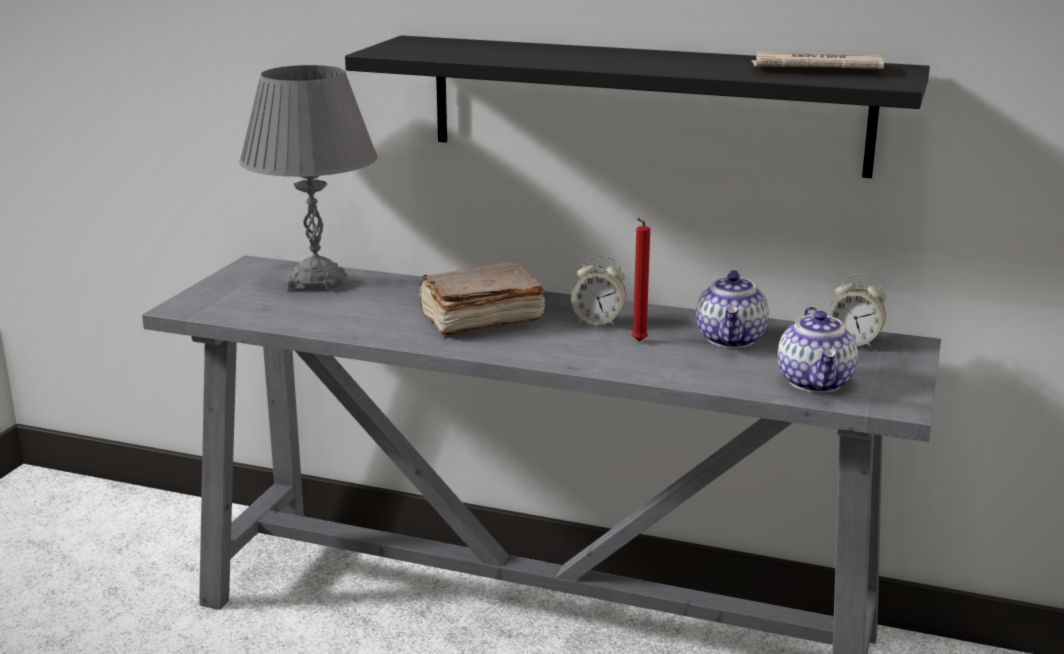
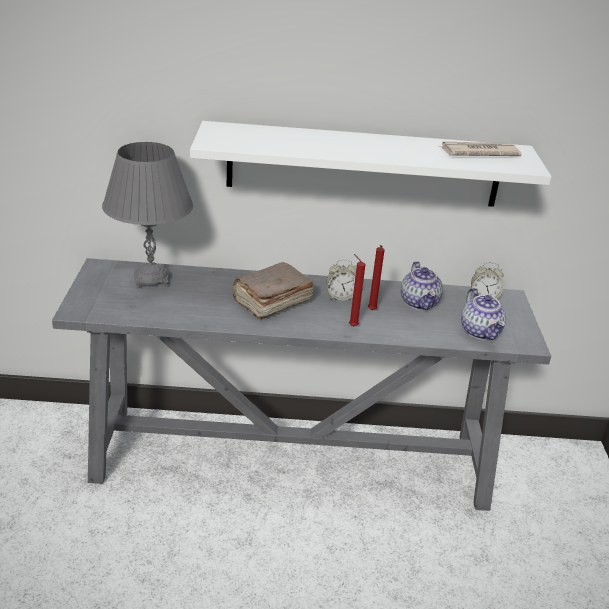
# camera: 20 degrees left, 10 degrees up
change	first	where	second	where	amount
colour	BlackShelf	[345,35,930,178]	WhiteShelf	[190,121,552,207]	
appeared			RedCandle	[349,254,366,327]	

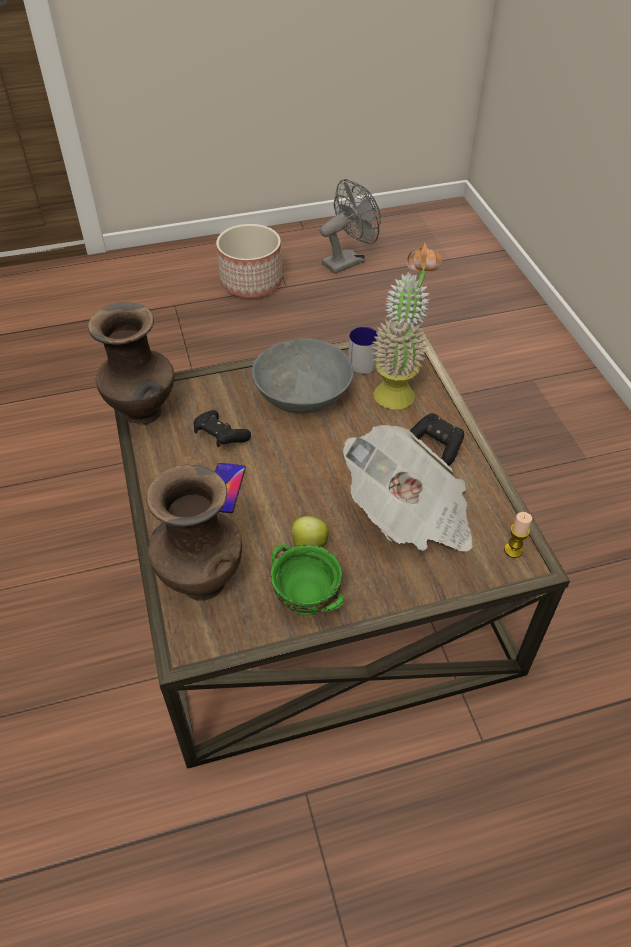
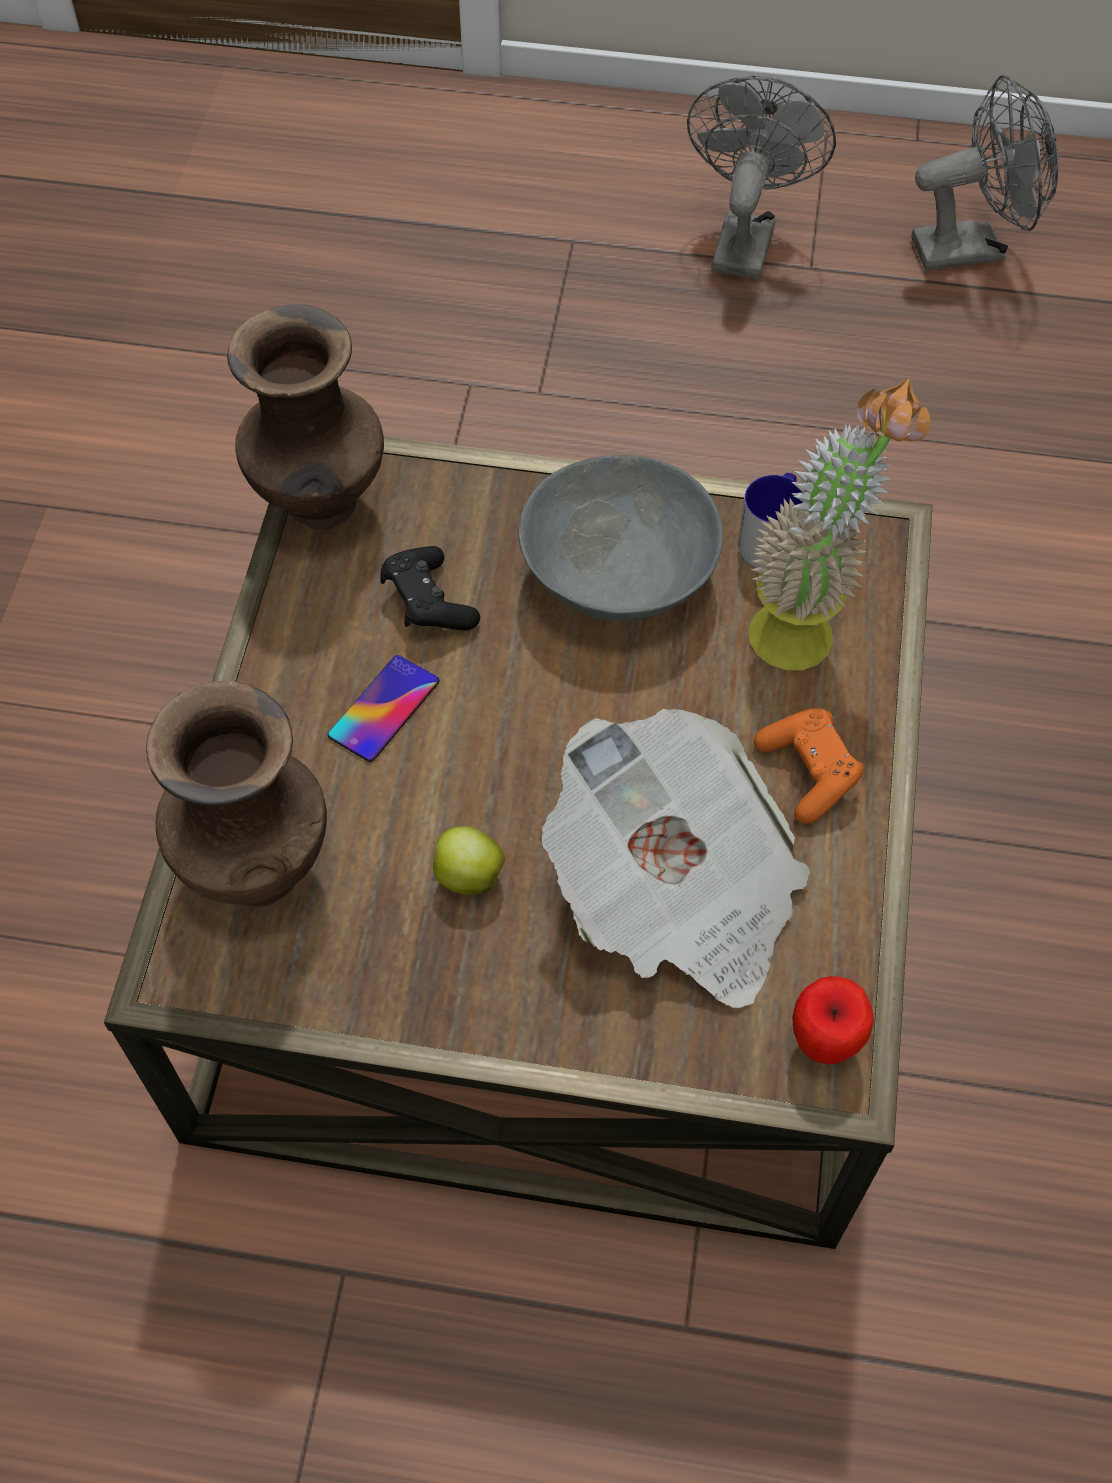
# camera: 25 degrees right, 10 degrees up
change	first	where	second	where	amount
exchanged	Planter	[216,224,282,298]	GreyFan	[687,76,836,279]	
colour	BlackGameController	[410,413,464,466]	OrangeGameController	[754,708,863,824]	
exchanged	Candle	[504,512,532,558]	Apple	[792,976,874,1064]	
missing	GreenBowl	[271,544,344,615]			

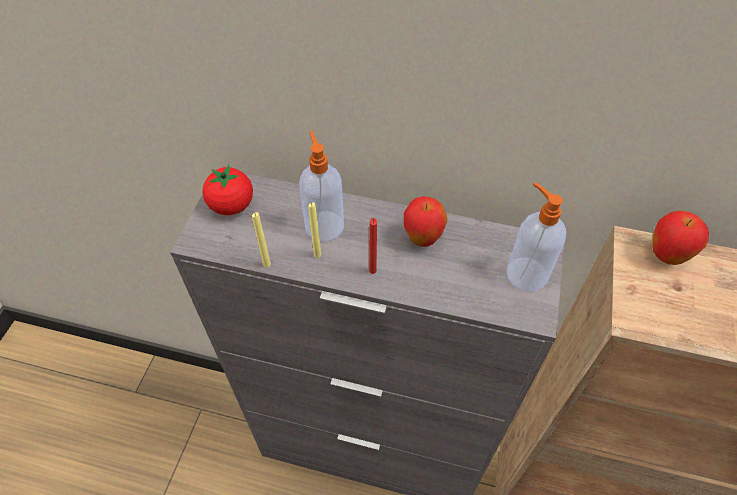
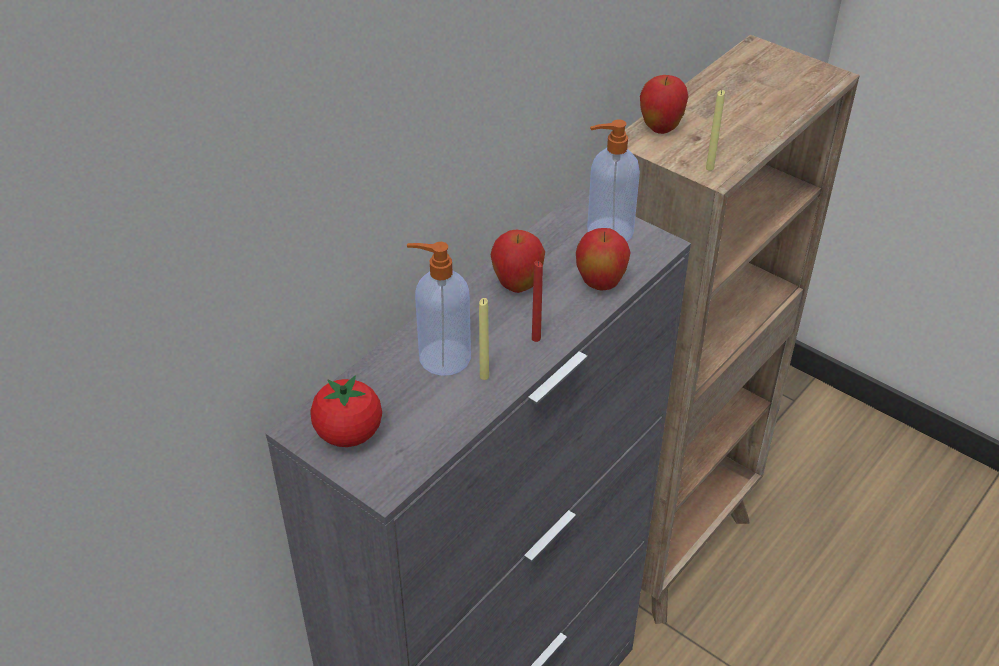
# camera: 65 degrees left, 10 degrees down
change	first	where	second	where	amount
appeared			Apple	[576,228,631,291]	
relocated	YellowCandle	[252,212,271,267]		[706,90,725,171]	

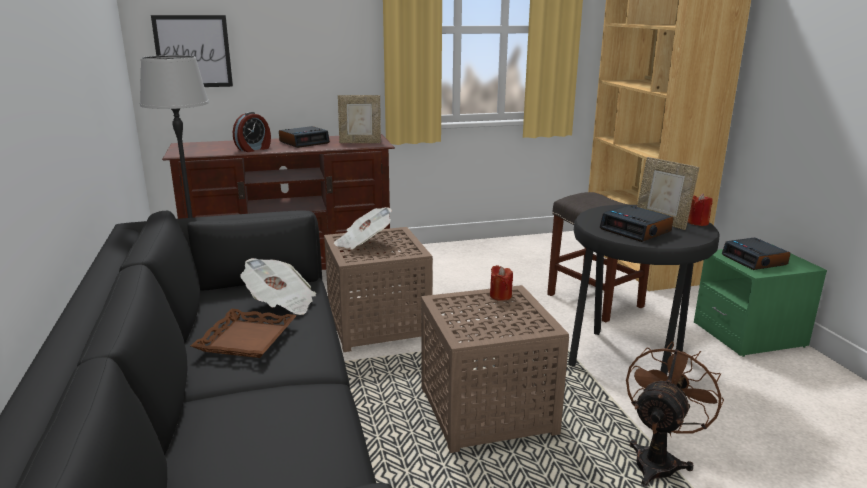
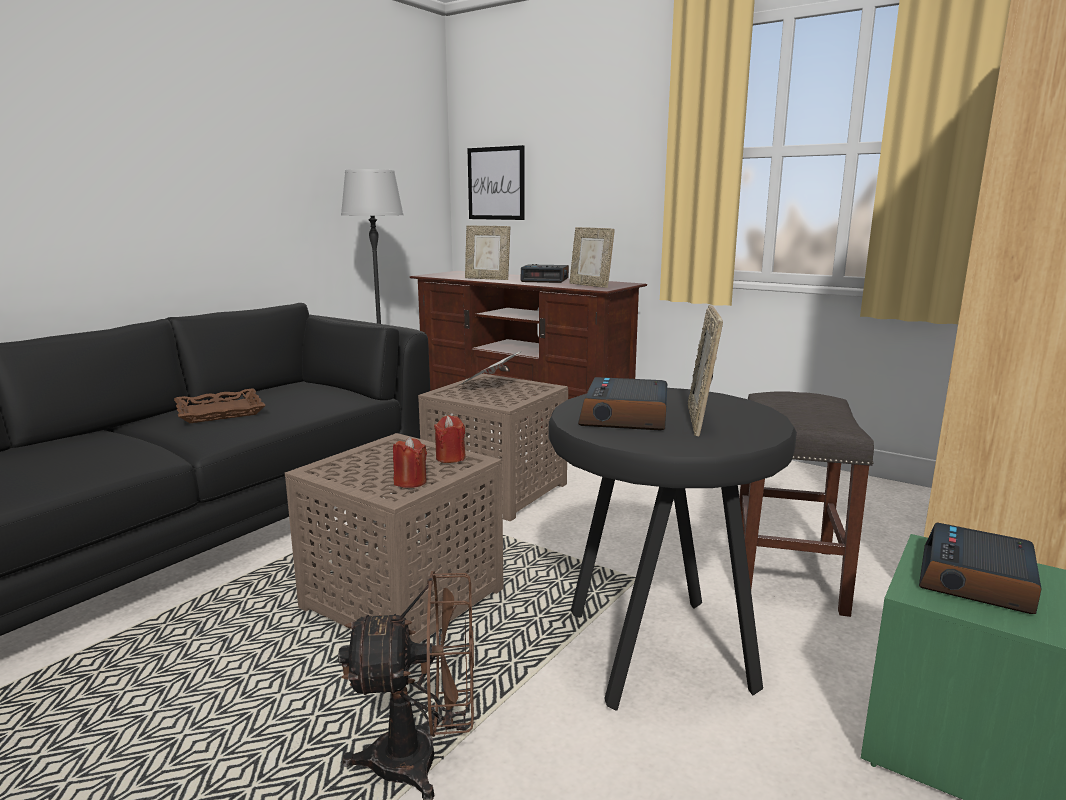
# camera: 50 degrees right, 5 degrees down
change	first	where	second	where	amount
relocated	RedCandle	[687,193,713,226]		[393,437,427,488]	
exchanged	AlarmClock	[233,112,271,152]	PictureFrame	[465,225,510,280]	
missing	Newspaper	[240,258,316,315]			

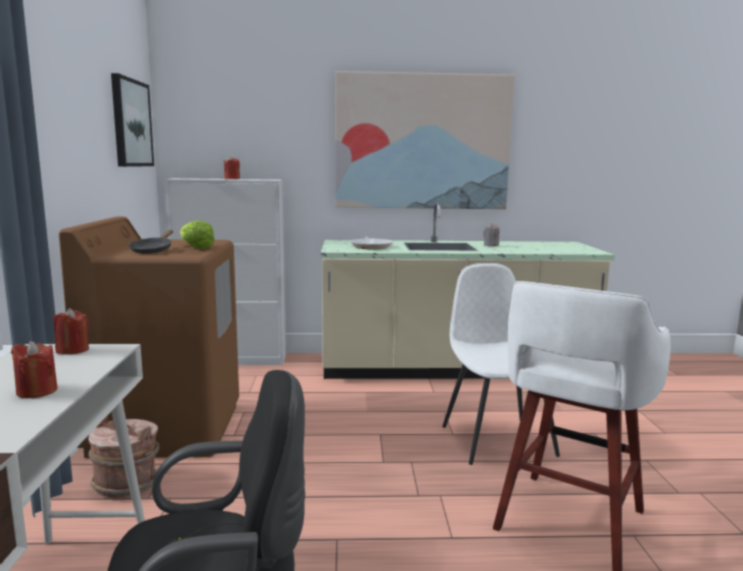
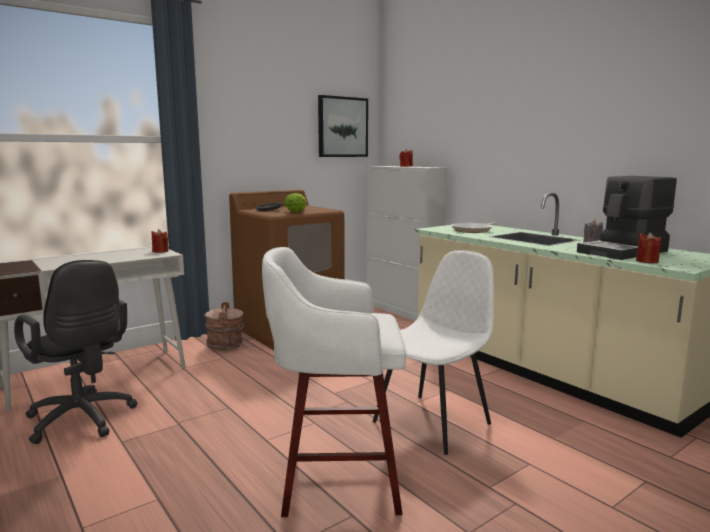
# camera: 55 degrees right, 0 degrees up
change	first	where	second	where	amount
appeared			CoffeeMachine	[577,176,677,260]	
relocated	RedCandle	[11,341,58,398]		[636,232,661,263]	
missing	Picture	[335,71,514,209]			

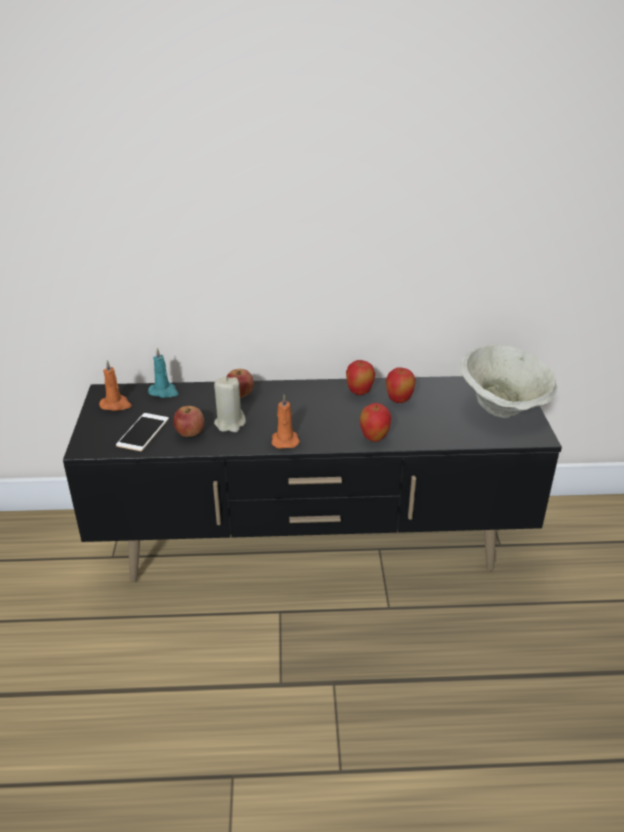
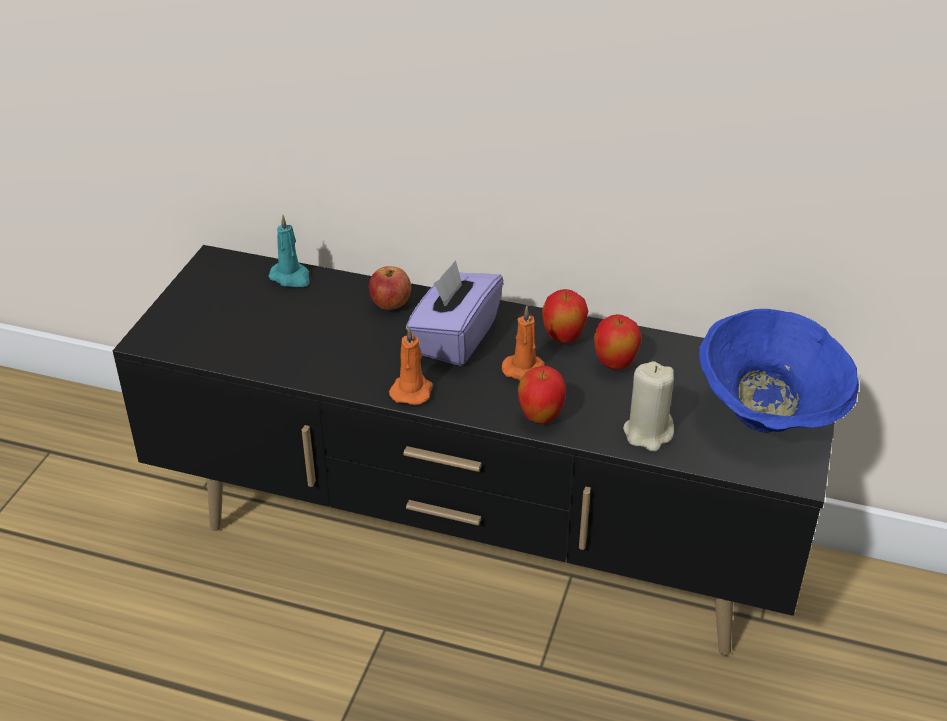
# camera: 20 degrees right, 5 degrees up
change	first	where	second	where	amount
appeared			PurpleTissueBox	[406,260,503,366]	
relocated	OrangeCandle	[99,360,132,411]		[502,306,545,380]	
relocated	BeigeCandle	[214,376,246,432]		[623,361,674,452]	
colour	BeigeBowl	[461,345,557,418]	BlueBowl	[699,309,859,433]	
missing	Phone	[116,413,169,451]			
missing	Apple	[173,406,204,437]			

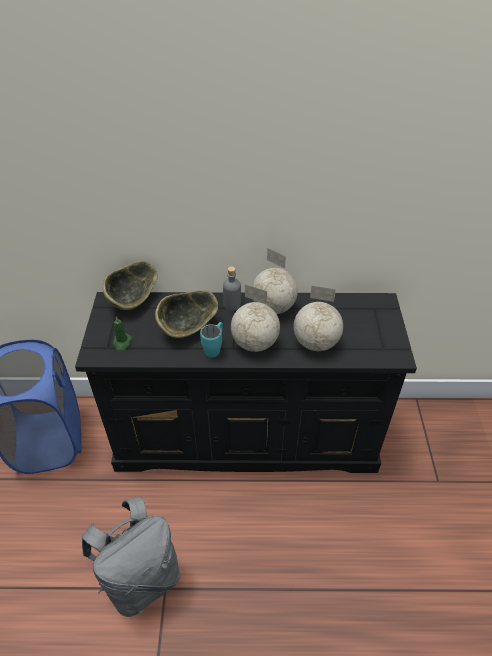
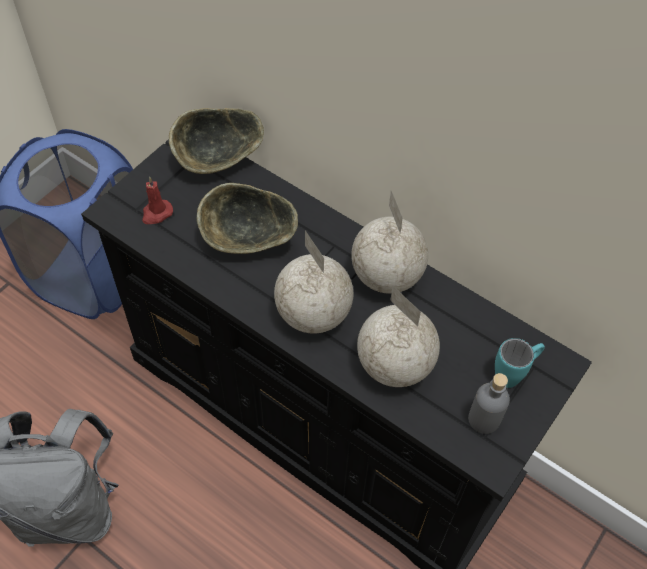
# camera: 35 degrees right, 10 degrees up
change	first	where	second	where	amount
colour	GreenCandle	[113,316,132,351]	RedCandle	[142,177,173,224]	
relocated	GreyBottle	[223,266,241,311]		[468,373,510,434]	
relocated	TurquoiseMug	[200,322,223,358]		[495,338,545,388]	

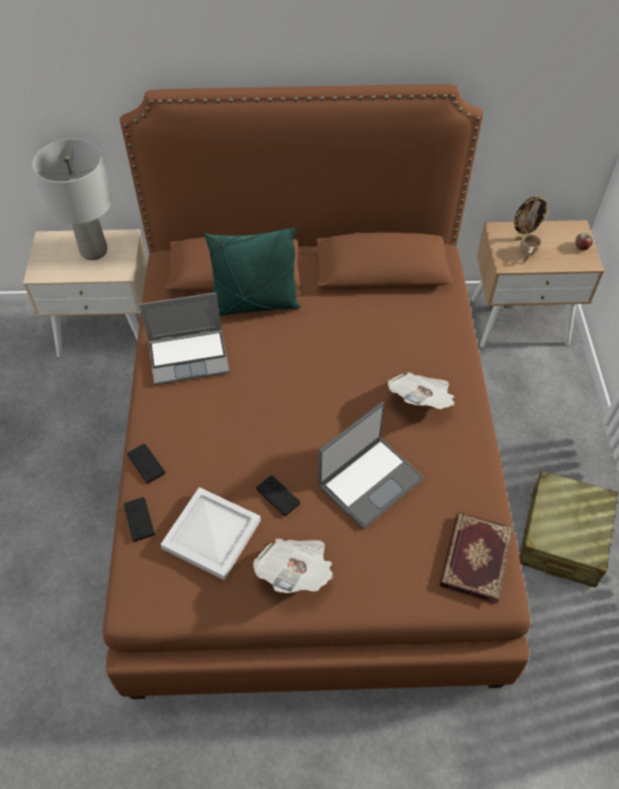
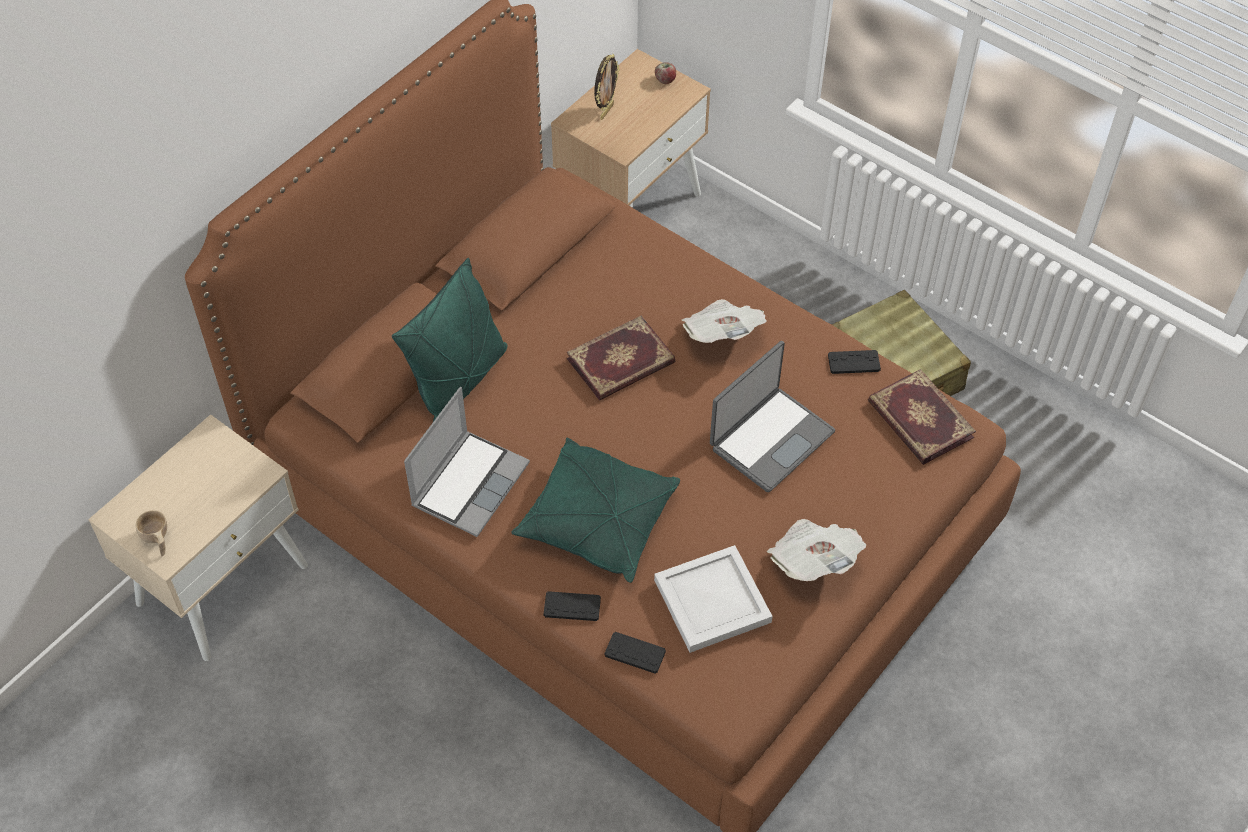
# camera: 50 degrees left, 0 degrees up
change	first	where	second	where	amount
relocated	BeigeCup	[520,234,541,263]		[136,510,167,557]	
appeared			GreenPillow	[512,438,680,583]	
appeared			Book	[567,316,675,400]	
spun	Laptop	[318,402,424,529]		[710,341,835,492]	45 degrees clockwise
relocated	BlackGameController	[256,475,300,516]		[828,350,881,374]	
missing	GreyTableLamp	[32,139,112,260]			

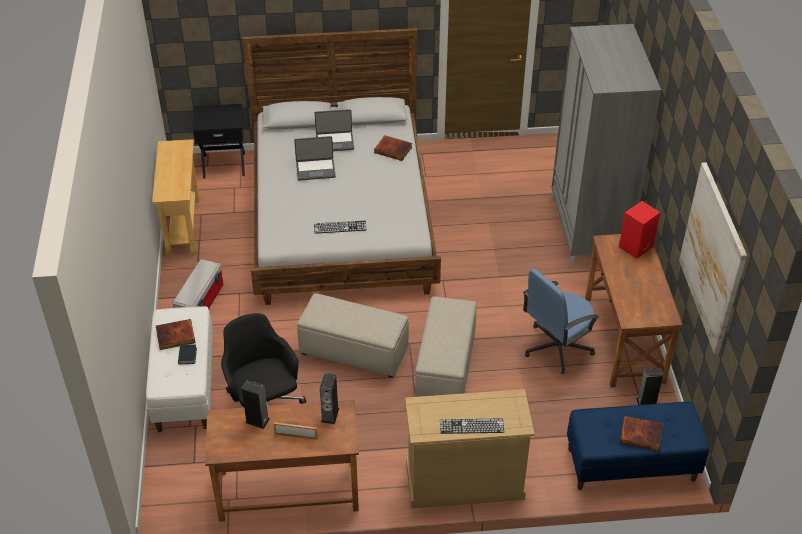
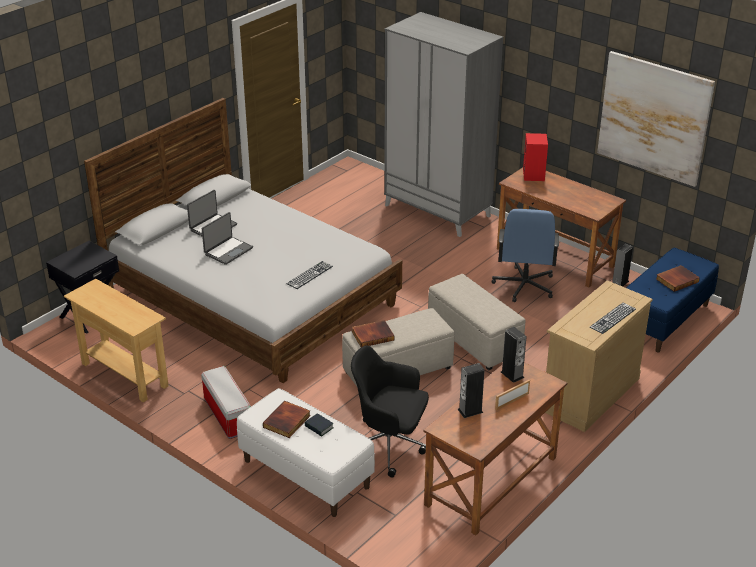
# camera: 45 degrees left, 10 degrees down
change	first	where	second	where	amount
relocated	Book	[374,135,412,161]		[352,320,394,347]	

